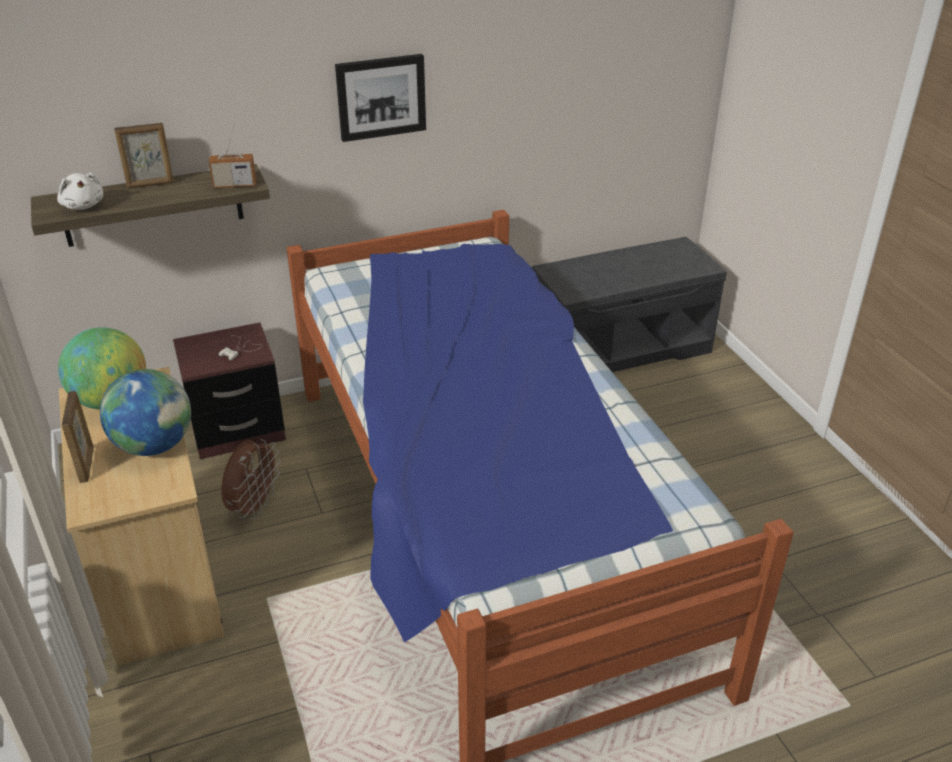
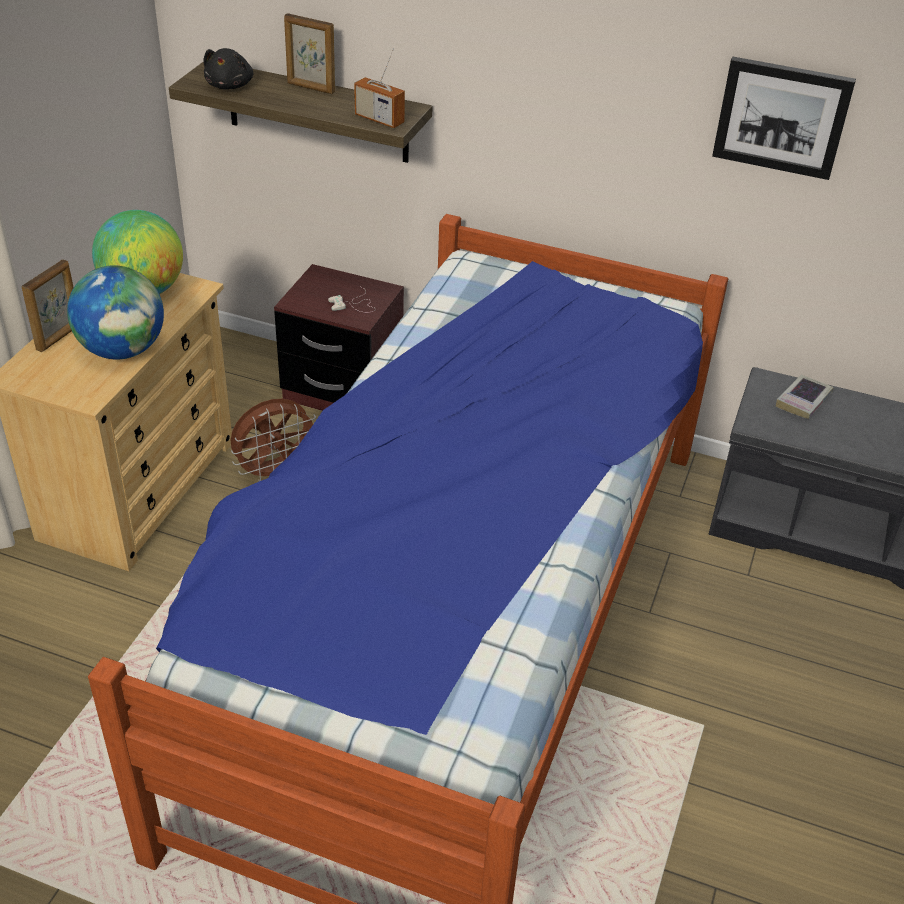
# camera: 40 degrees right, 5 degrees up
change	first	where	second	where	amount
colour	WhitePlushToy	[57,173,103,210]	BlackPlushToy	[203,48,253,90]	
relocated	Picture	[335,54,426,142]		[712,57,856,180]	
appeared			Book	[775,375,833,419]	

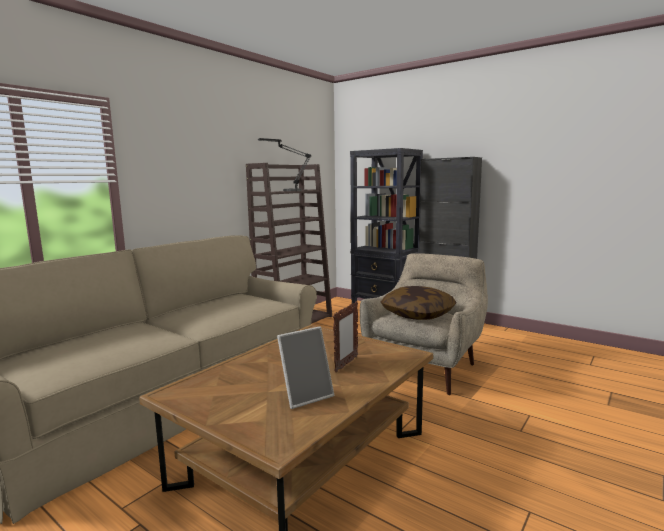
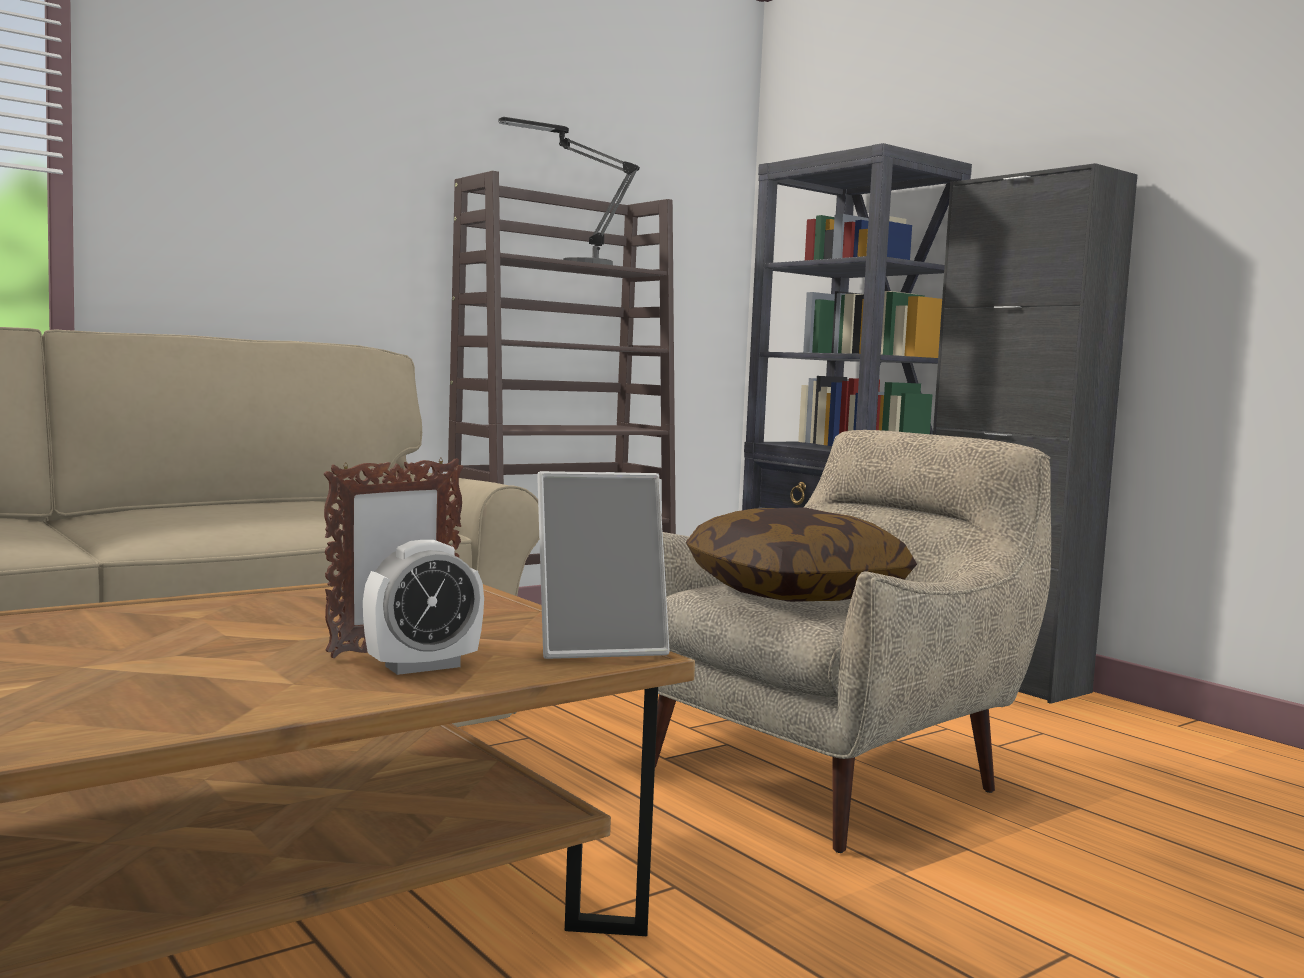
# camera: 15 degrees right, 5 degrees down
change	first	where	second	where	amount
appeared			AlarmClock	[363,540,484,675]	
relocated	PictureFrame	[277,326,334,409]		[537,471,669,659]	

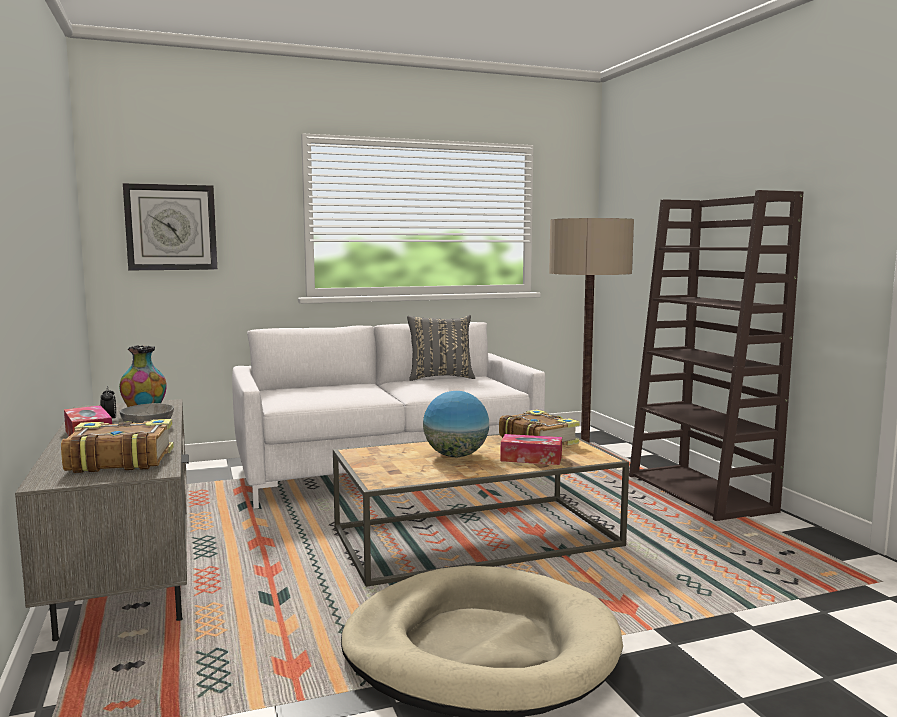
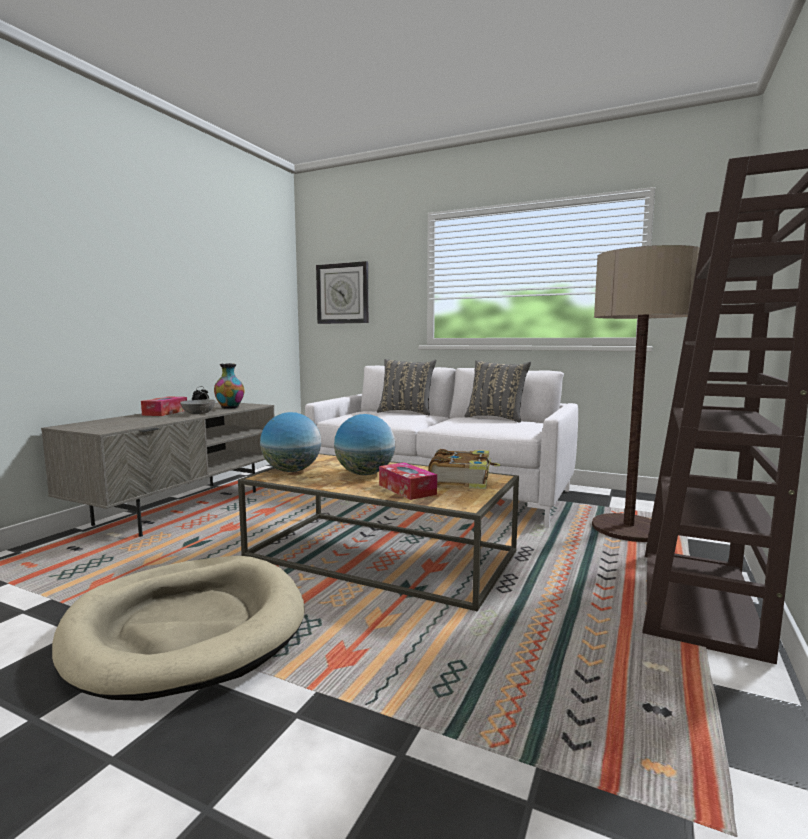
# camera: 45 degrees right, 0 degrees up
change	first	where	second	where	amount
appeared			Globe	[260,412,321,472]	
appeared			GreyPillow	[377,359,436,415]	
missing	Book	[61,419,174,473]			

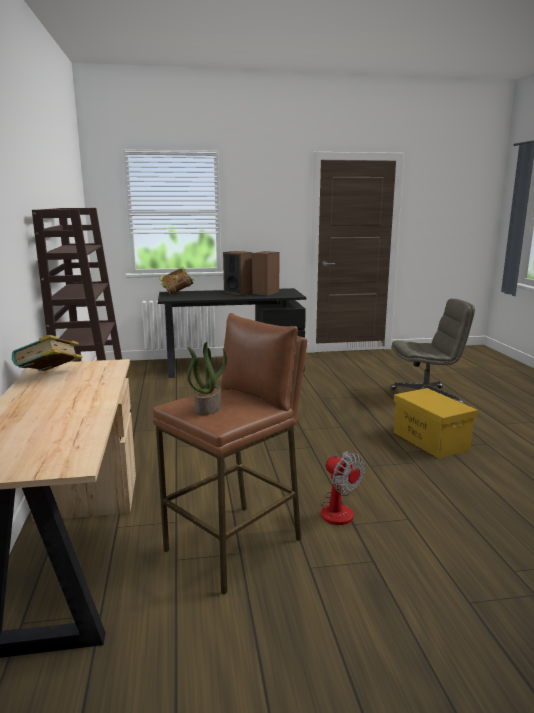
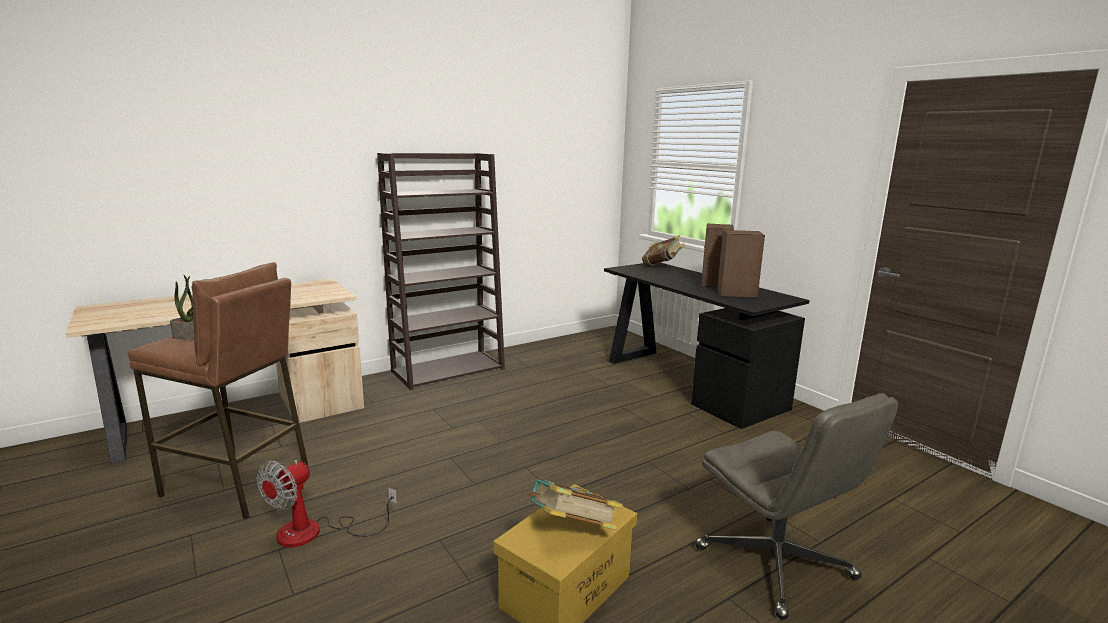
# camera: 65 degrees right, 0 degrees up
change	first	where	second	where	amount
relocated	Book	[12,335,82,371]		[527,480,623,530]	

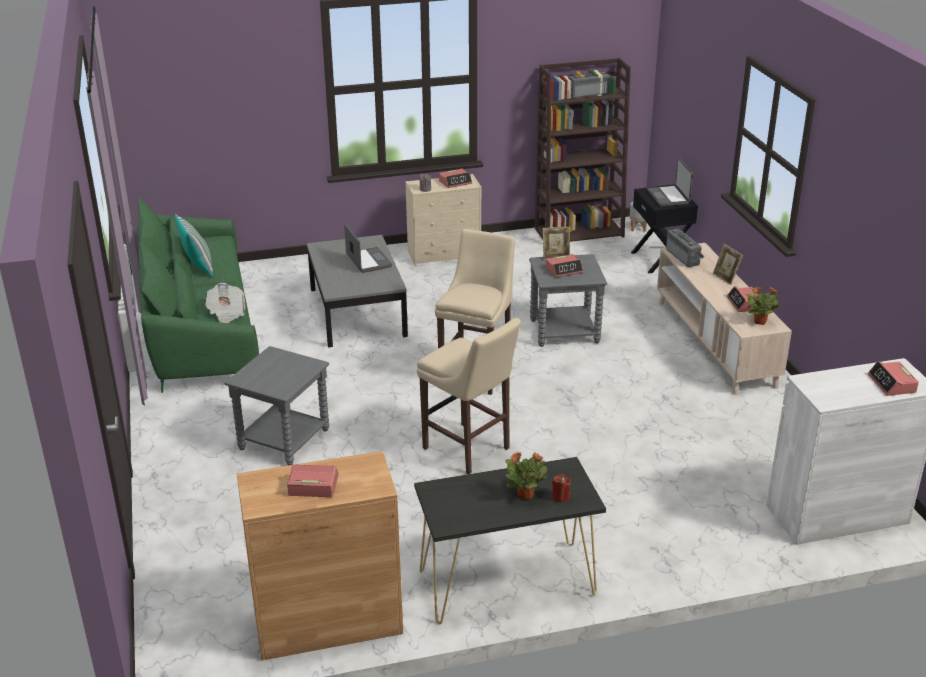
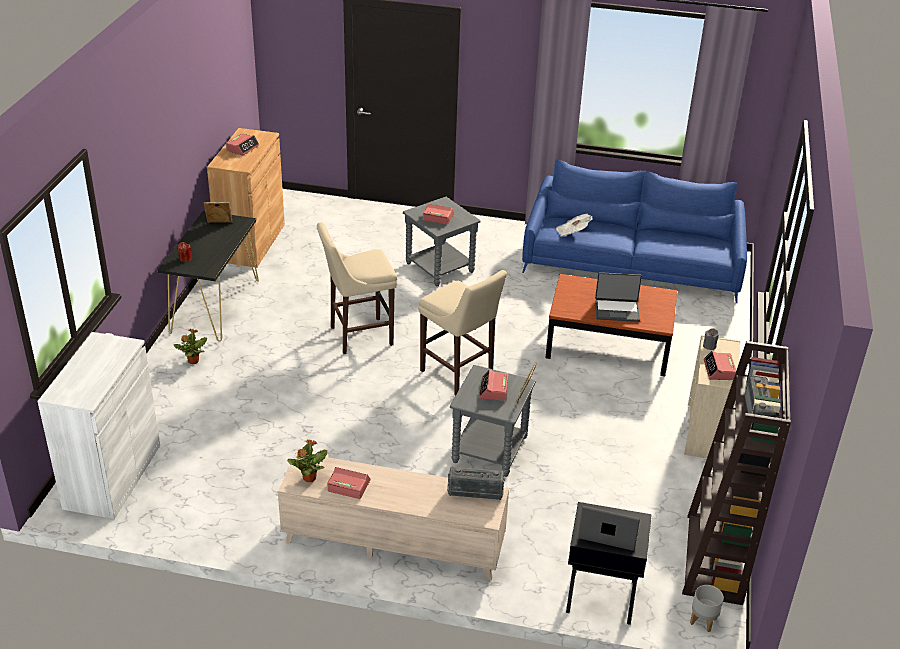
# camera: 115 degrees right, 5 degrees up
change	first	where	second	where	amount
relocated	PottedPlant	[505,452,548,500]		[174,329,207,364]	
relocated	PictureFrame	[713,244,743,285]		[203,202,233,223]	
relocated	AlarmClock	[868,361,919,396]		[423,204,454,224]	
colour	GreenSofa	[137,197,259,393]	BlueSofa	[522,160,747,303]	
colour	GreyCoffeeTable	[307,235,408,347]	BrownCoffeeTable	[545,274,677,376]	
missing	Pillow	[175,214,213,277]			

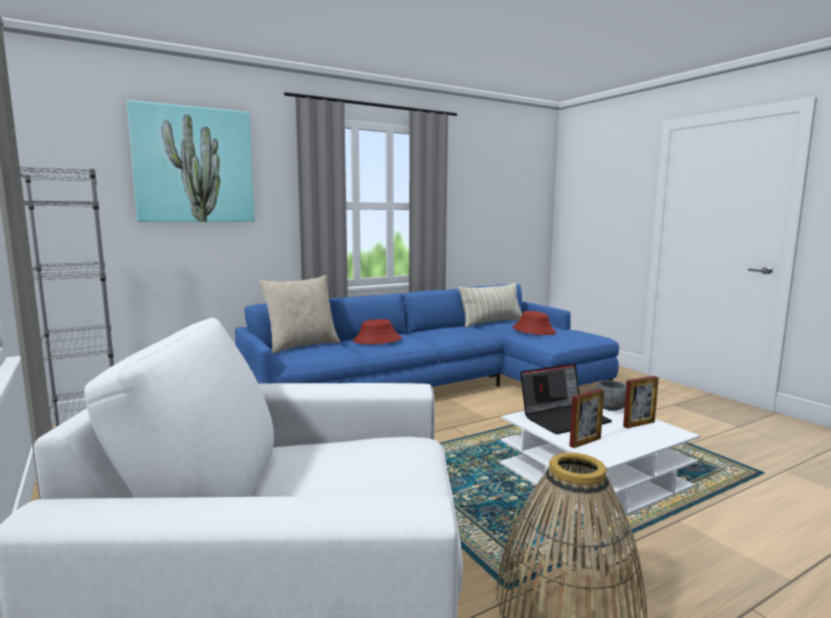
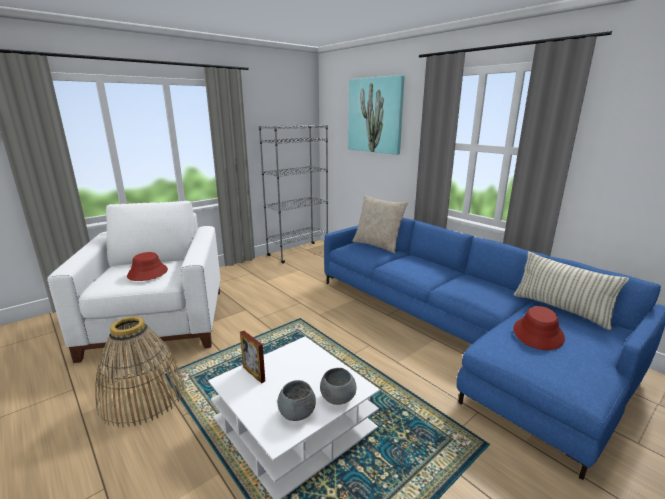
# camera: 80 degrees right, 10 degrees up
change	first	where	second	where	amount
relocated	RedHat	[353,319,402,344]		[127,252,168,281]	
exchanged	PictureFrame	[623,376,659,428]	GreyBowl	[277,380,316,421]	
missing	Laptop	[520,363,612,434]			

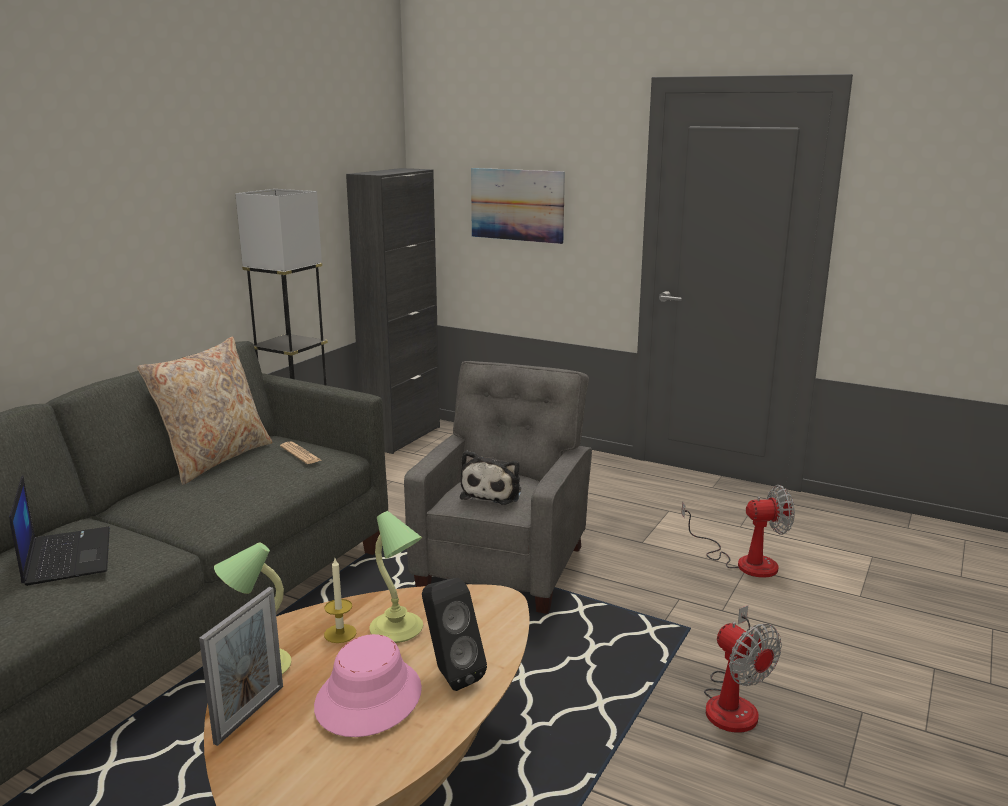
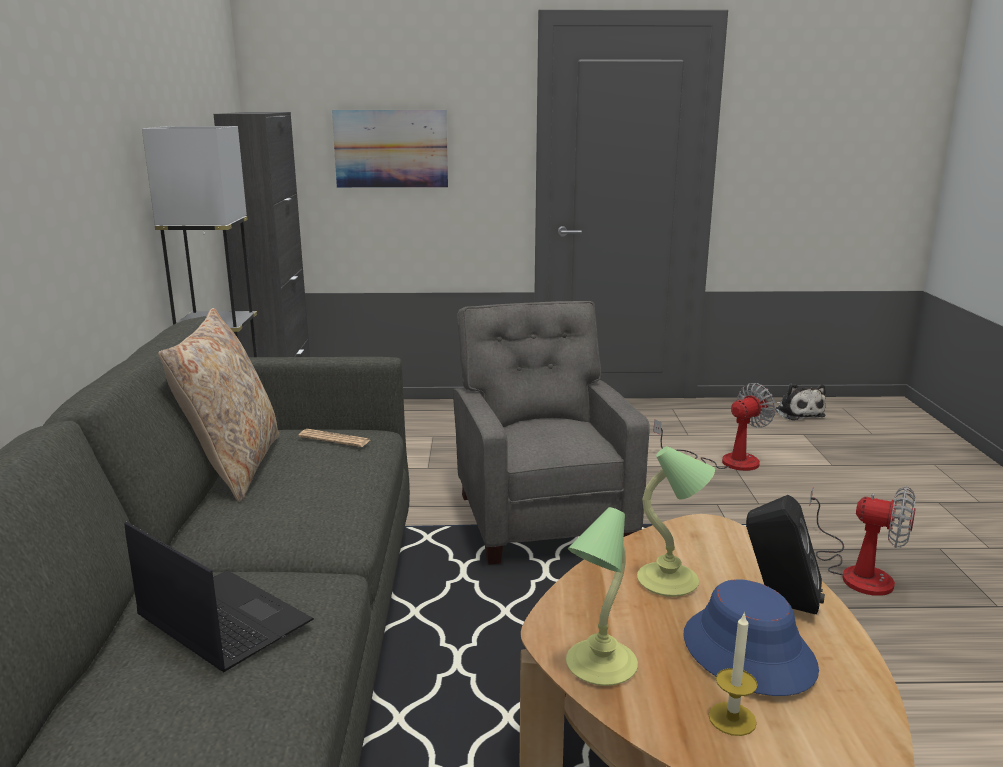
# camera: 30 degrees left, 0 degrees up
change	first	where	second	where	amount
colour	PinkHat	[314,634,422,737]	BlueHat	[683,579,819,696]	
relocated	Candle	[324,558,356,643]		[708,612,758,736]	
relocated	PlushToy	[460,450,521,505]		[775,384,826,420]	
missing	PictureFrame	[199,587,283,746]			

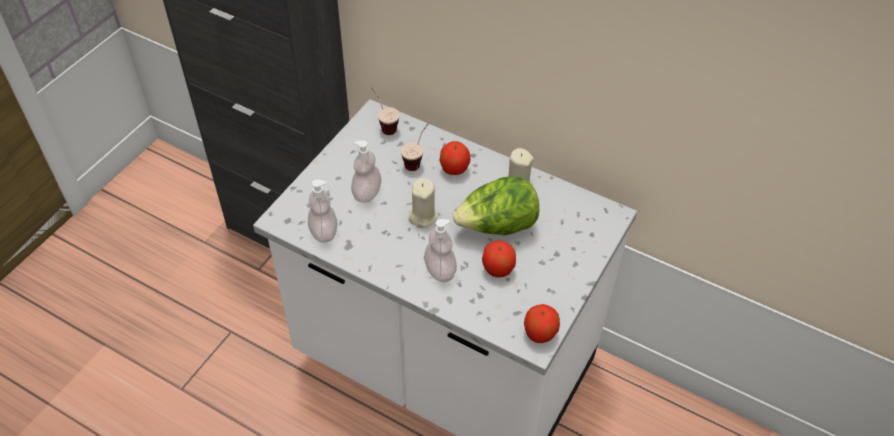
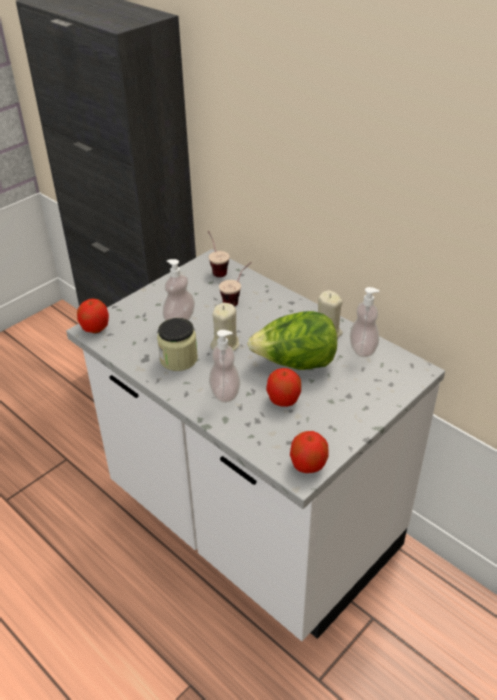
# camera: 15 degrees right, 10 degrees down
change	first	where	second	where	amount
relocated	Apple	[439,141,470,175]		[77,299,109,333]	
appeared			Jar	[157,318,198,371]	
relocated	SoapDispenser	[308,179,338,243]		[350,287,380,357]	

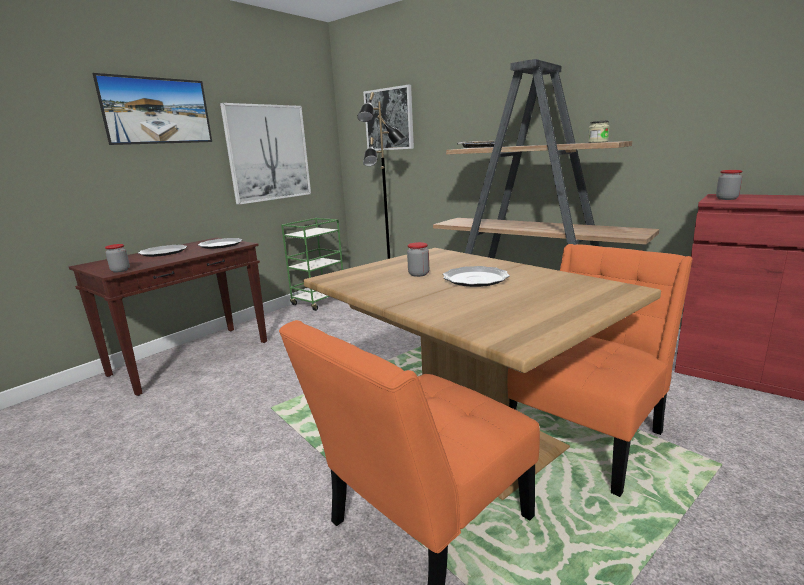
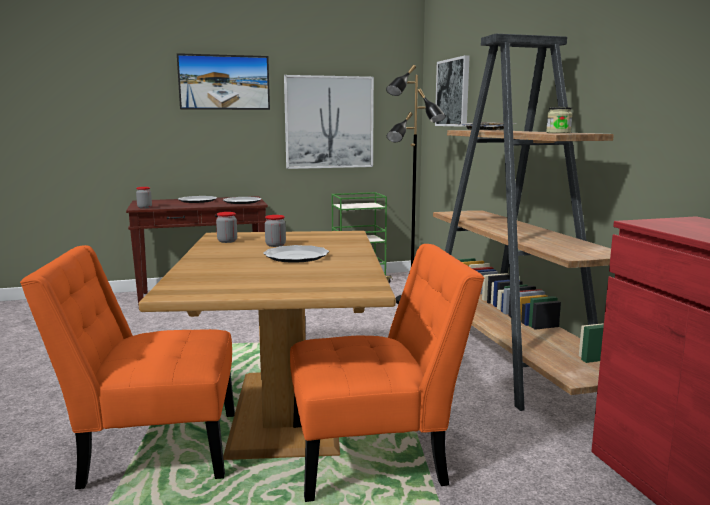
# camera: 35 degrees right, 5 degrees down
change	first	where	second	where	amount
relocated	Jar	[716,170,742,200]		[216,212,237,243]	

